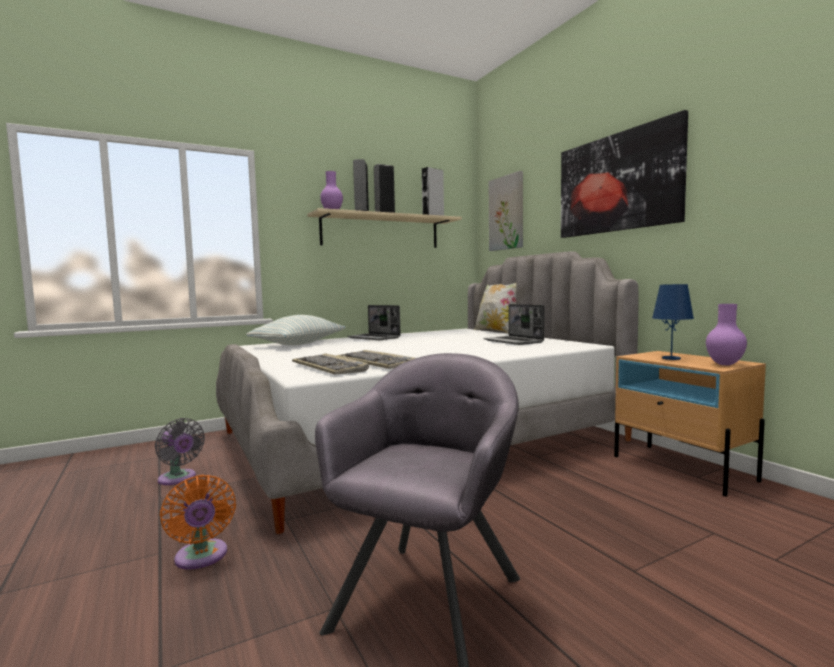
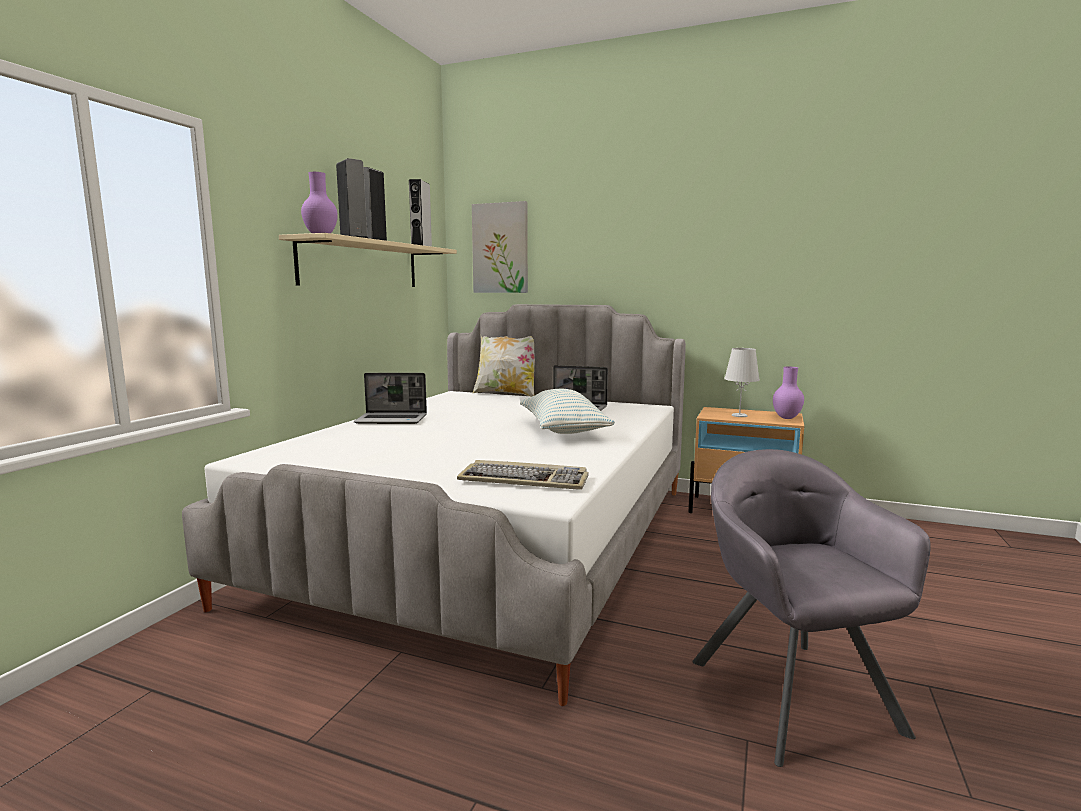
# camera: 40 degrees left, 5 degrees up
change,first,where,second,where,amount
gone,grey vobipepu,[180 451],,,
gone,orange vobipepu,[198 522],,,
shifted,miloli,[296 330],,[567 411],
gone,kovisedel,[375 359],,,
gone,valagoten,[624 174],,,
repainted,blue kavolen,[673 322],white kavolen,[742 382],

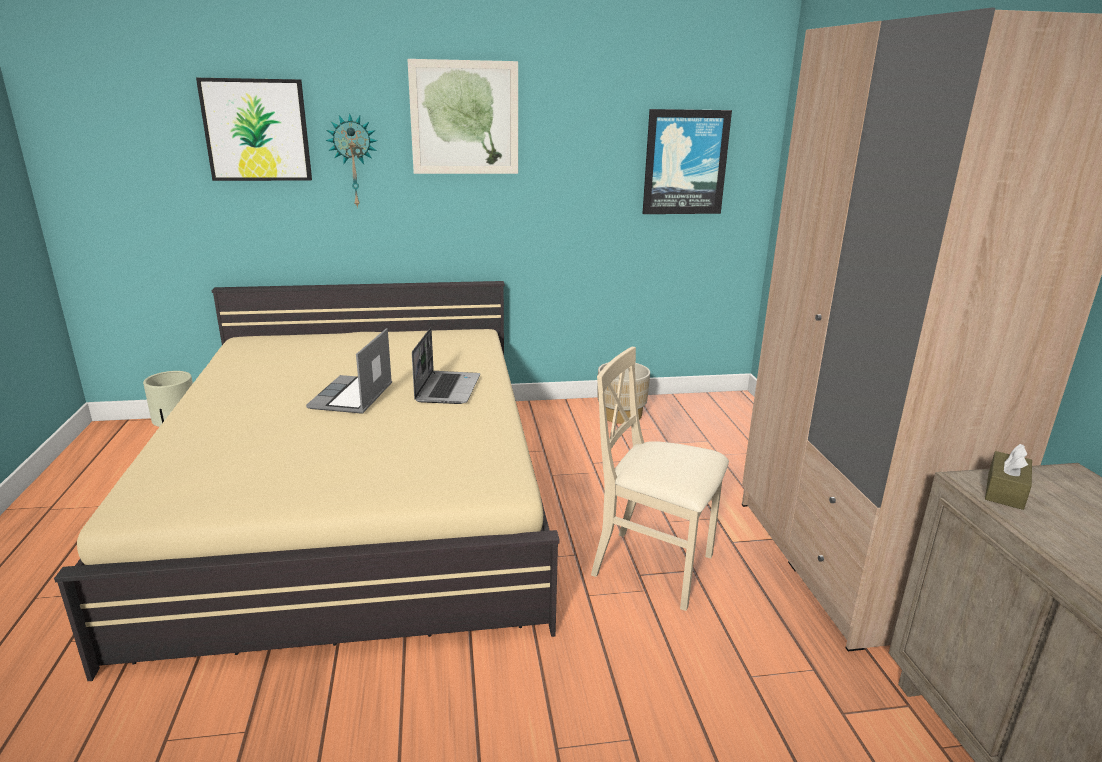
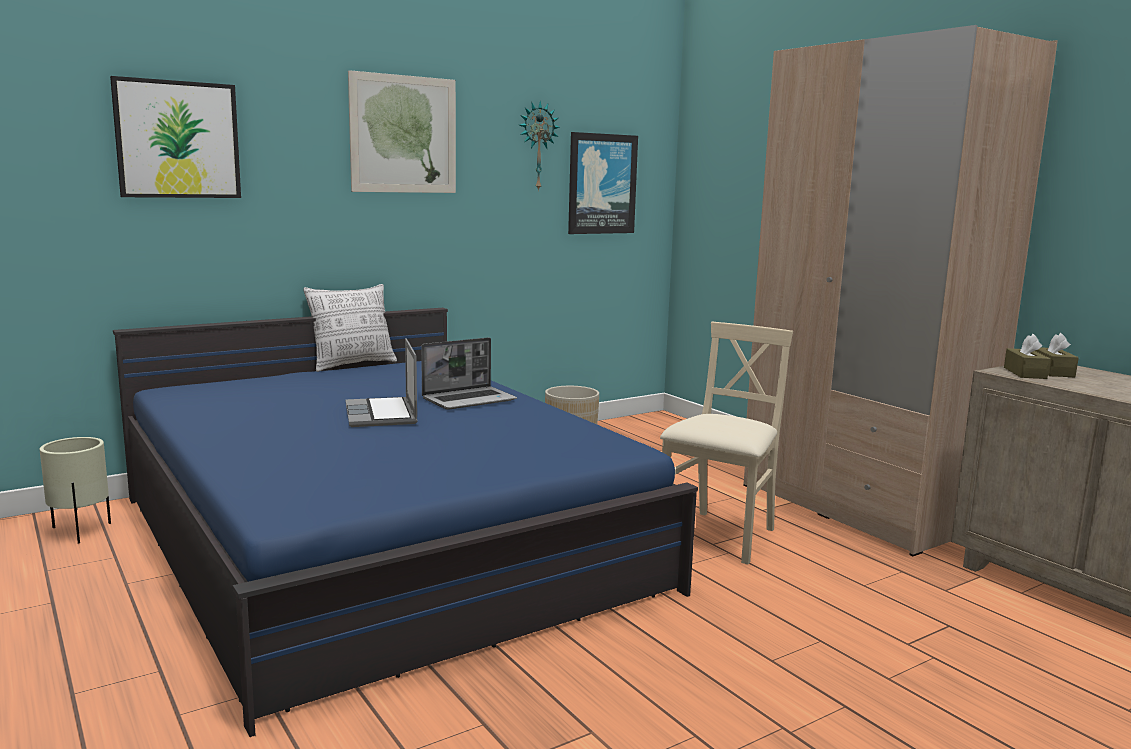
# camera: 25 degrees left, 10 degrees down
change,first,where,second,where,amount
repainted,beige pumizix,[307 481],blue pumizix,[405 522],
shifted,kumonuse,[351 160],,[540 145],
rotated,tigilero,[446 365],,[469 373],75 degrees clockwise
rotated,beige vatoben,[660 479],,[726 443],120 degrees clockwise
new,,,miloli,[350 328],
new,,,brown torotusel,[1057 355],

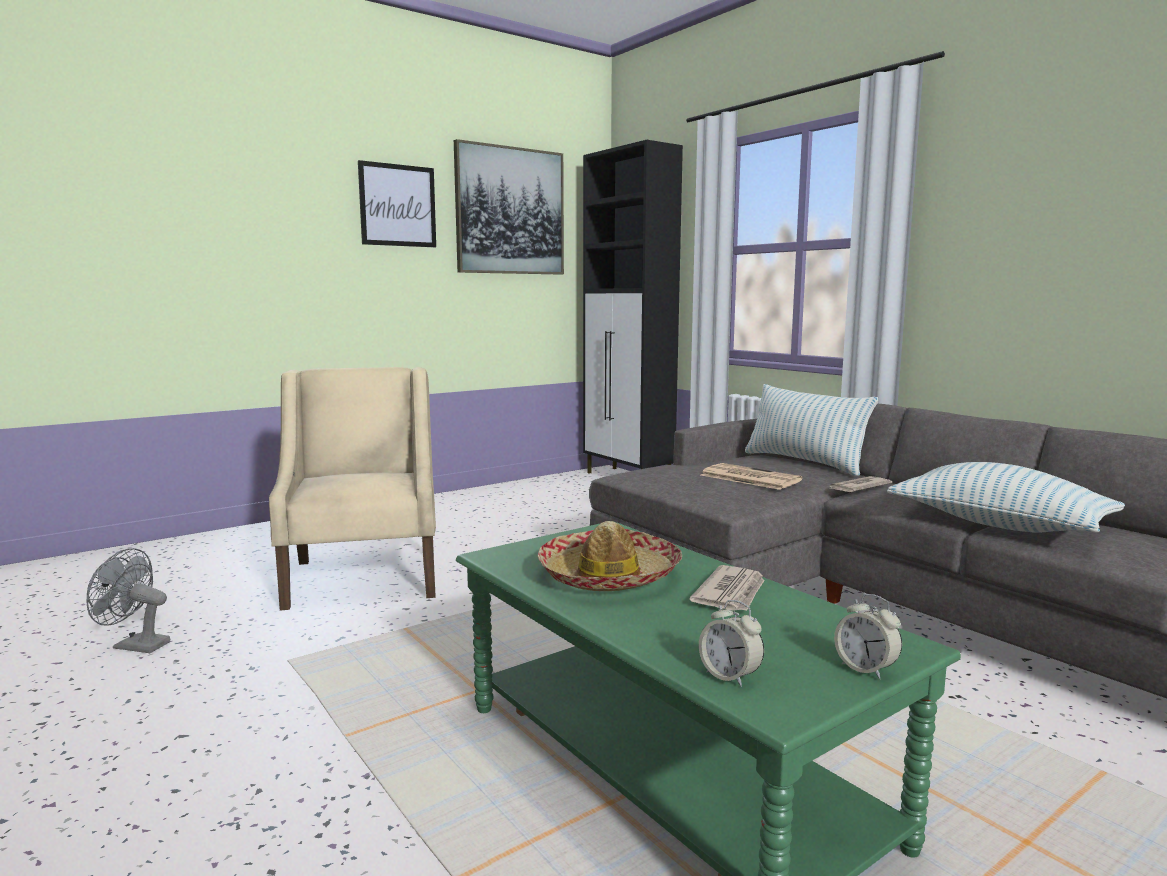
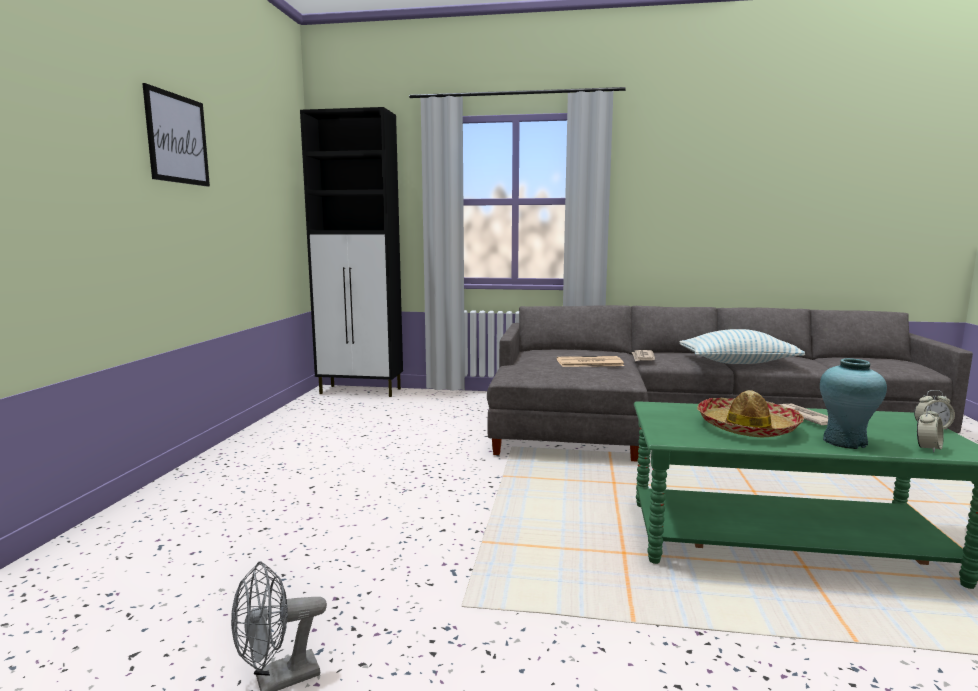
# camera: 45 degrees left, 0 degrees up
change,first,where,second,where,amount
gone,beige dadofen,[352 489],,,
gone,valagoten,[509 207],,,
rotated,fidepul,[731 643],,[930 429],45 degrees counterclockwise
gone,miloli,[811 430],,,
new,,,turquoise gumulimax,[853 403],

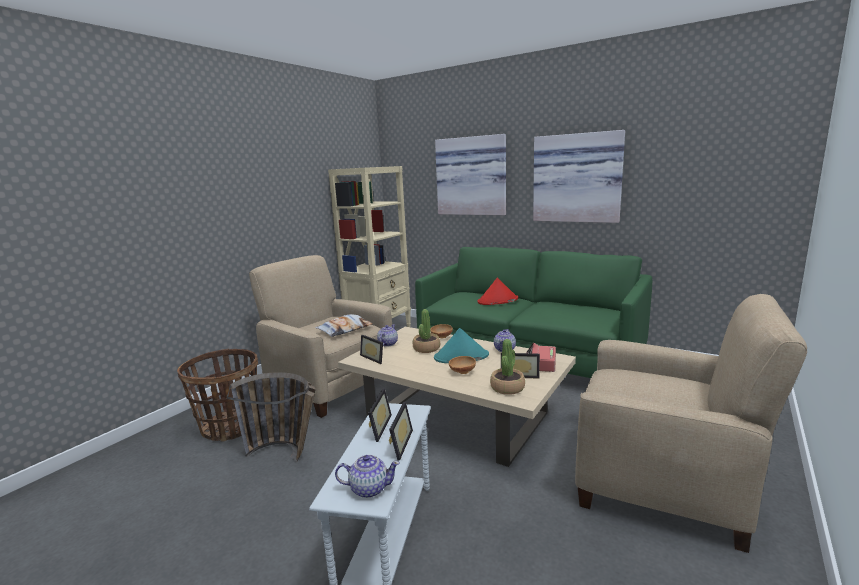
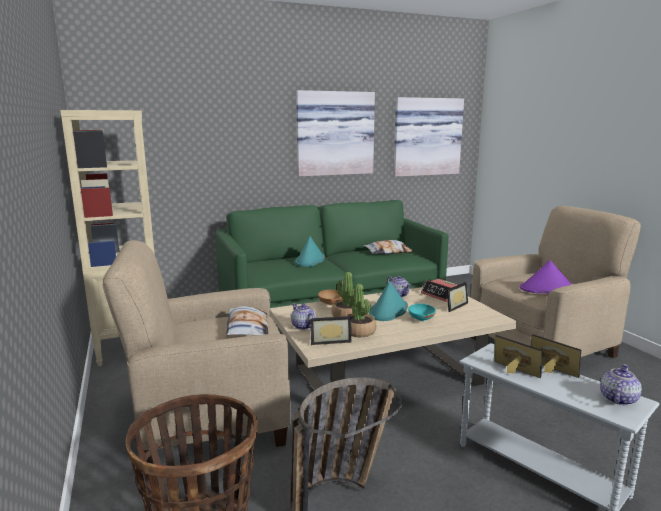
# camera: 55 degrees left, 0 degrees up
change,first,where,second,where,amount
shifted,valagoten,[470 174],,[428 137],
repainted,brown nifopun,[462 365],turquoise nifopun,[422 312],
repainted,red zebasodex,[497 291],turquoise zebasodex,[310 251],
shifted,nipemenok,[507 367],,[361 310],
new,,,miloli,[388 247],
new,,,purple zebasodex,[546 277],

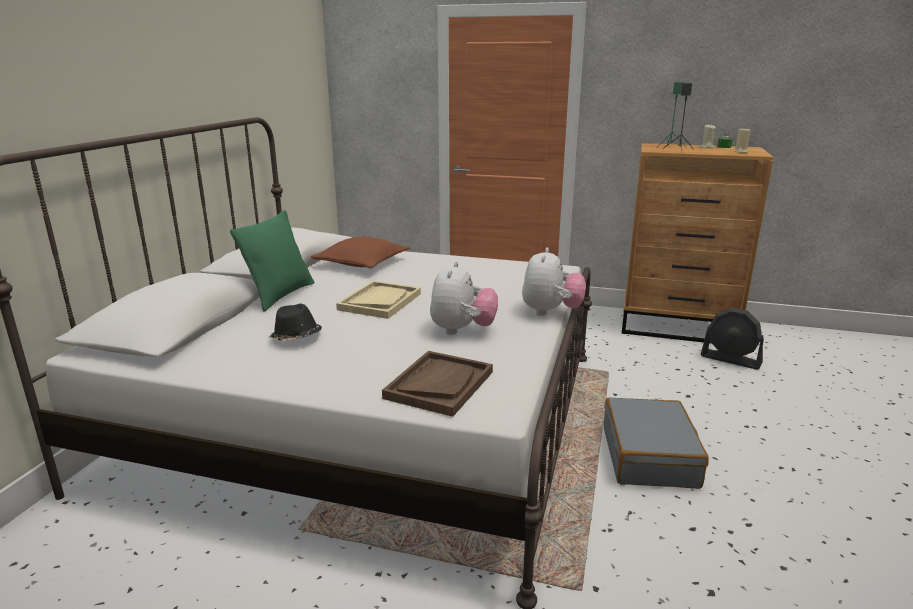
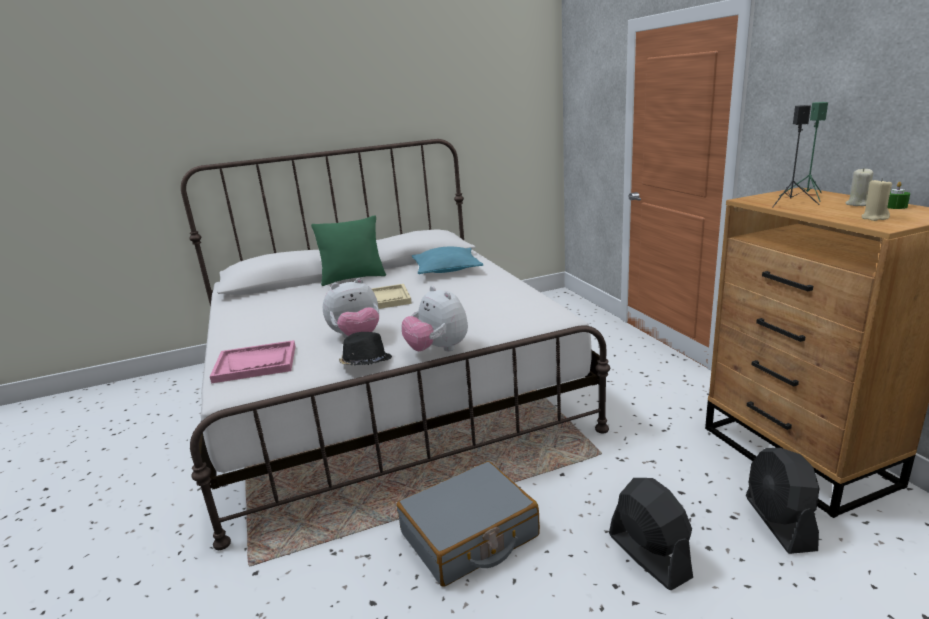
# camera: 55 degrees right, 0 degrees up
change,first,where,second,where,amount
shifted,black zebasodex,[295 322],,[365 348],
repainted,brown miloli,[360 253],turquoise miloli,[447 260],
repainted,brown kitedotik,[437 384],pink kitedotik,[253 361],
rotated,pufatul,[554 281],,[434 318],75 degrees clockwise
new,,,black vobipepu,[651 534],

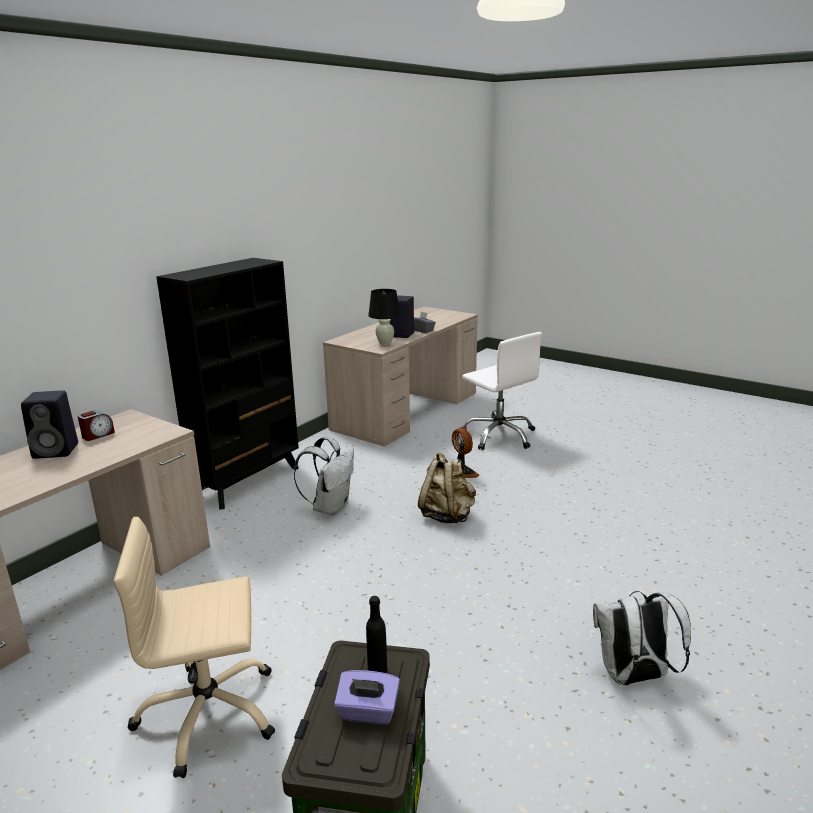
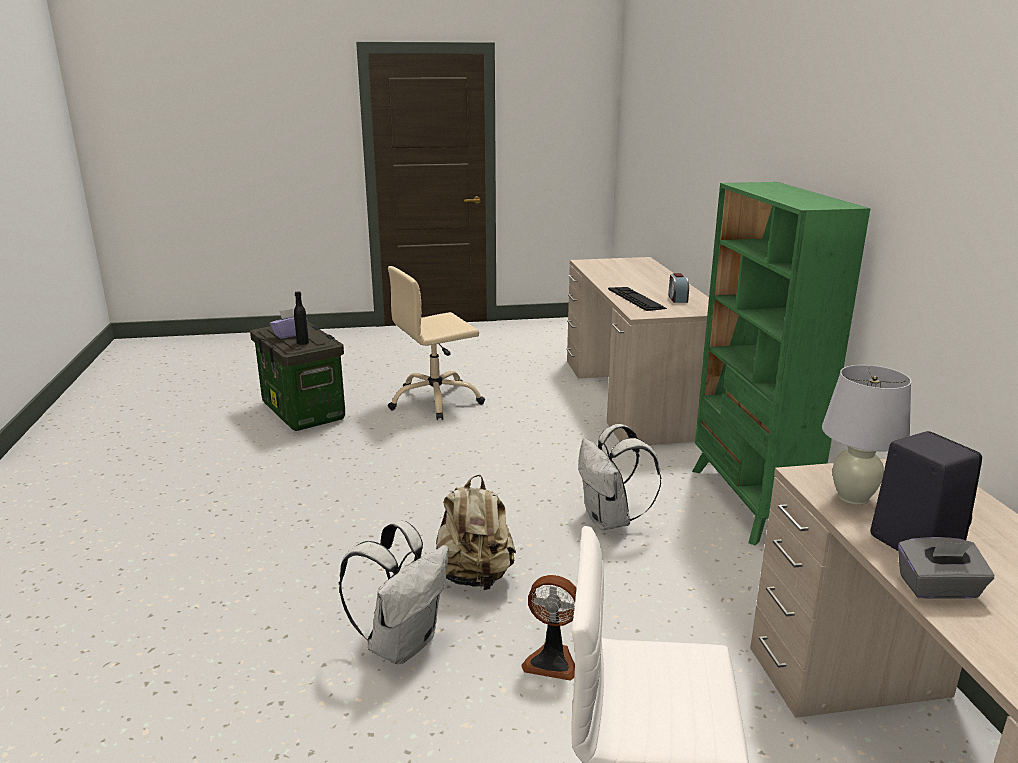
# camera: 135 degrees right, 0 degrees up
change,first,where,second,where,amount
gone,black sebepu,[49 424],,,
rotated,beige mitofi,[194 647],,[436 343],150 degrees counterclockwise
repainted,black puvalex,[227 383],green puvalex,[781 363],
repainted,black kavolen,[384 317],white kavolen,[867 435],
shifted,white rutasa,[642 638],,[394 592],
new,,,kovisedel,[637 299],

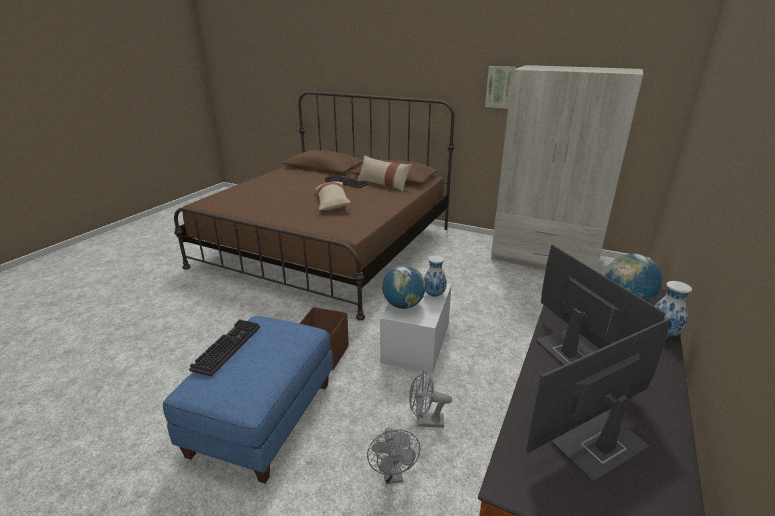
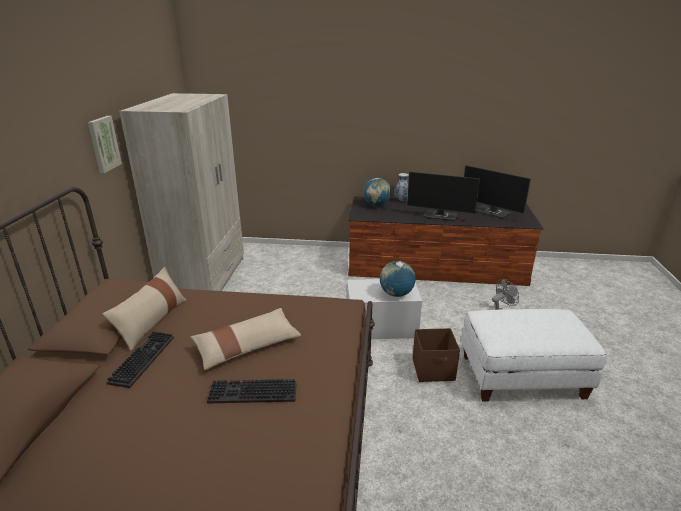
# camera: 110 degrees left, 0 degrees up
change,first,where,second,where,amount
repainted,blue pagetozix,[248 399],white pagetozix,[534 355],
shifted,kovisedel,[224 348],,[252 391],
gone,grey vobipepu,[430 399],,,
gone,gumulimax,[435 276],,,
rotated,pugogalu,[600 305],,[443 196],120 degrees counterclockwise

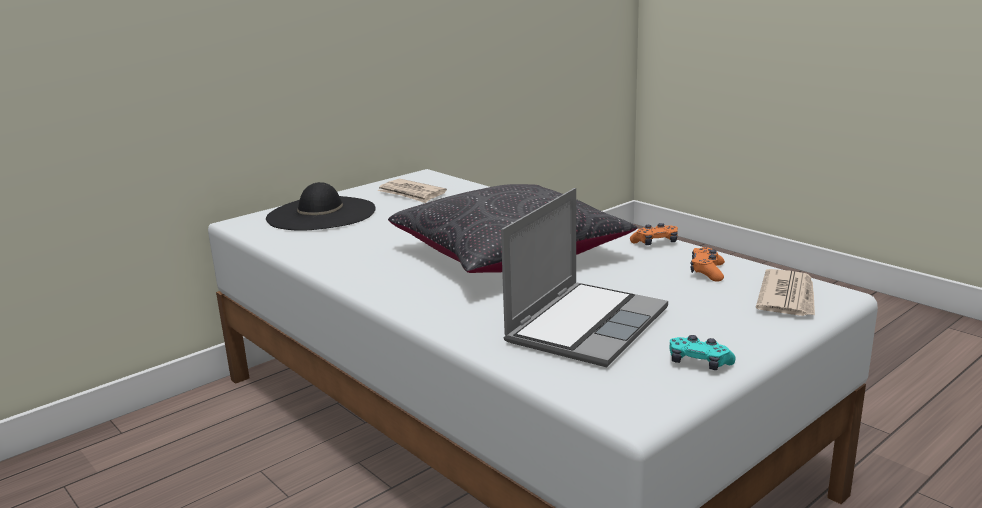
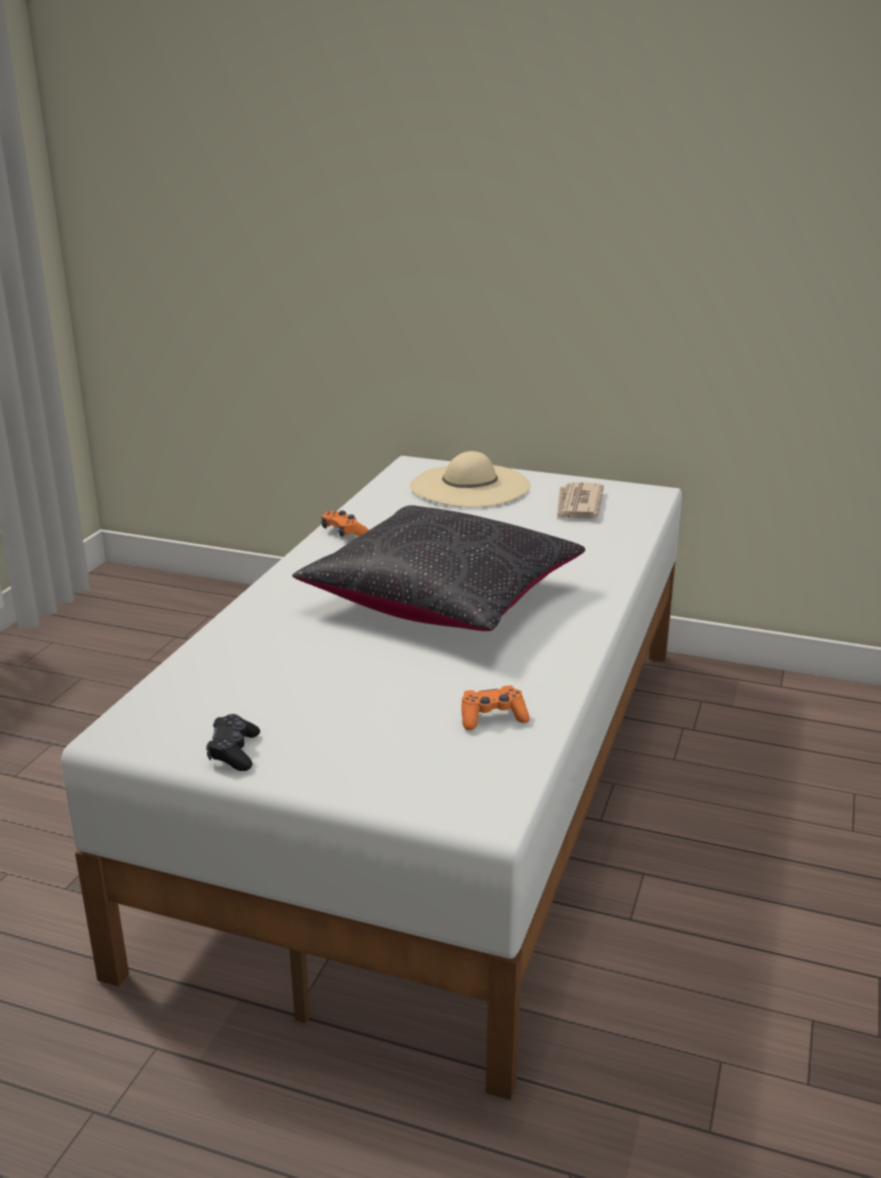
# camera: 60 degrees right, 5 degrees up
change,first,where,second,where,amount
repainted,black zebasodex,[321 206],beige zebasodex,[470 479],
gone,tigilero,[584 278],,,
shifted,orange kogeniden,[654 234],,[345 523],
repainted,turquoise kogeniden,[702 352],black kogeniden,[233 742],
gone,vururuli,[785 292],,,

